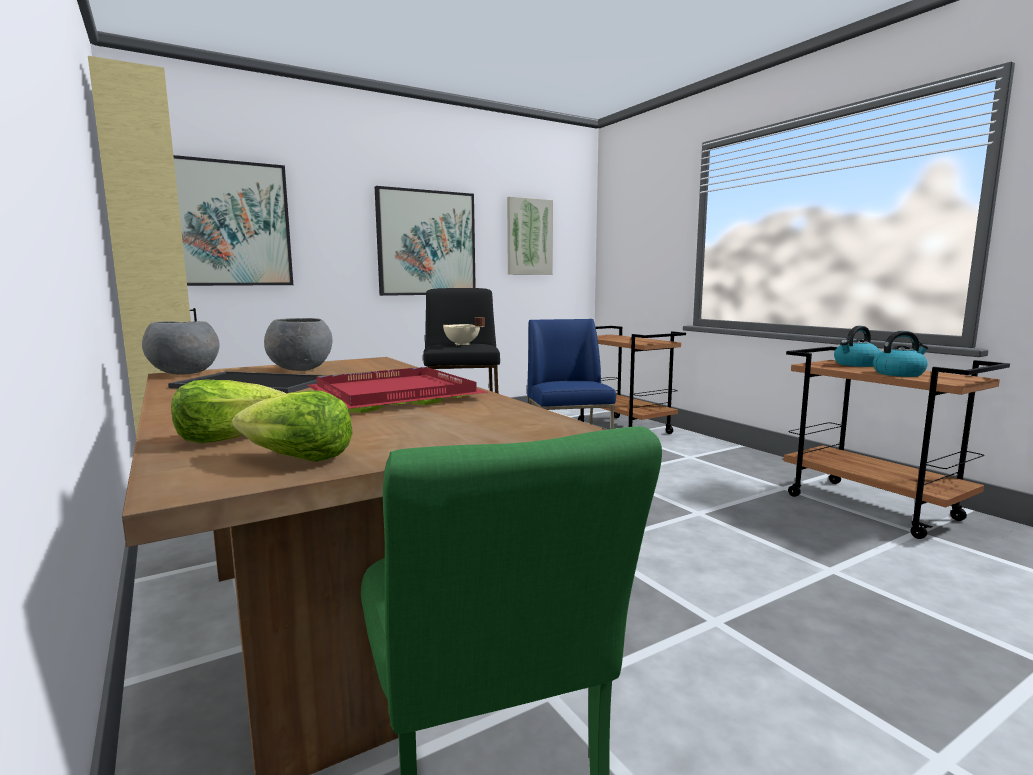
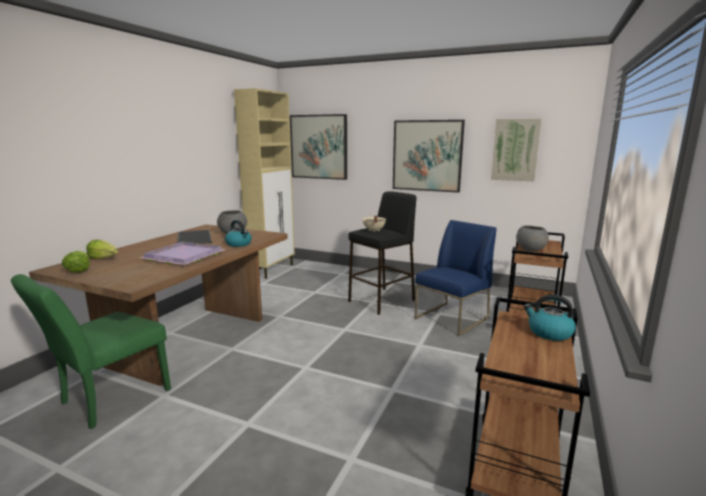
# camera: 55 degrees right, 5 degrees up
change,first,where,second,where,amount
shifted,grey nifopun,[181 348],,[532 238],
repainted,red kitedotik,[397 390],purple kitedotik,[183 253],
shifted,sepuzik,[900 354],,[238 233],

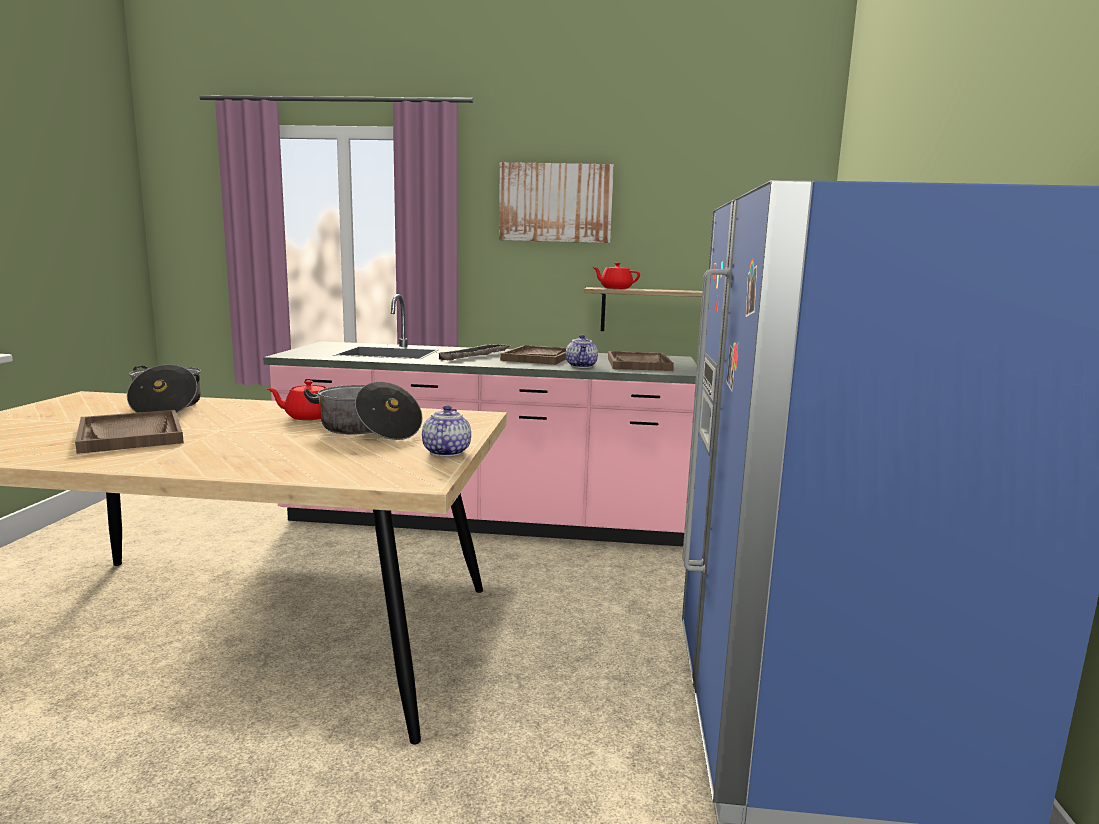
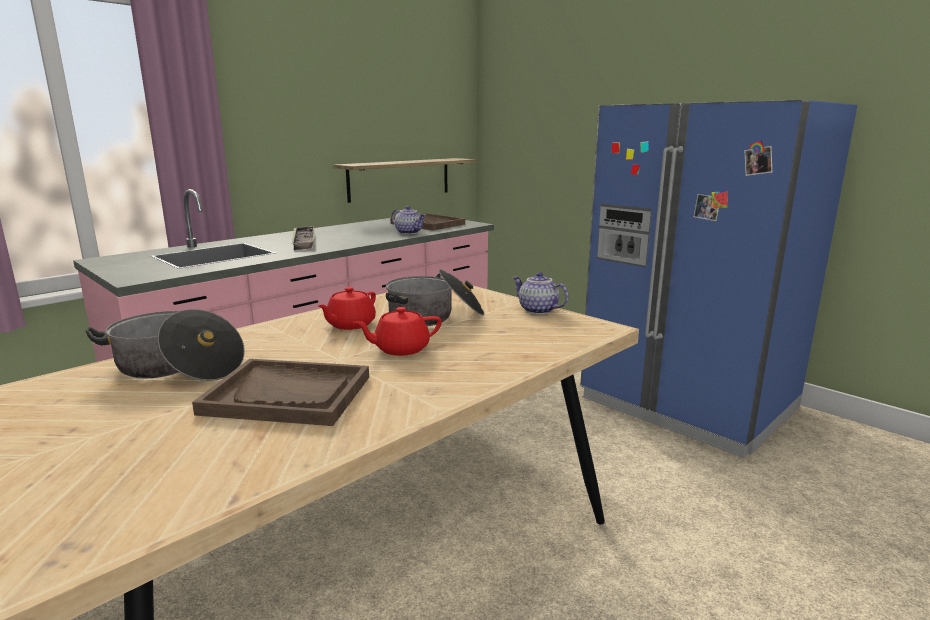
# camera: 50 degrees left, 5 degrees up
change,first,where,second,where,amount
gone,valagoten,[556 202],,,
gone,brown kitedotik,[533 355],,,
shifted,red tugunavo,[616 276],,[397 331],

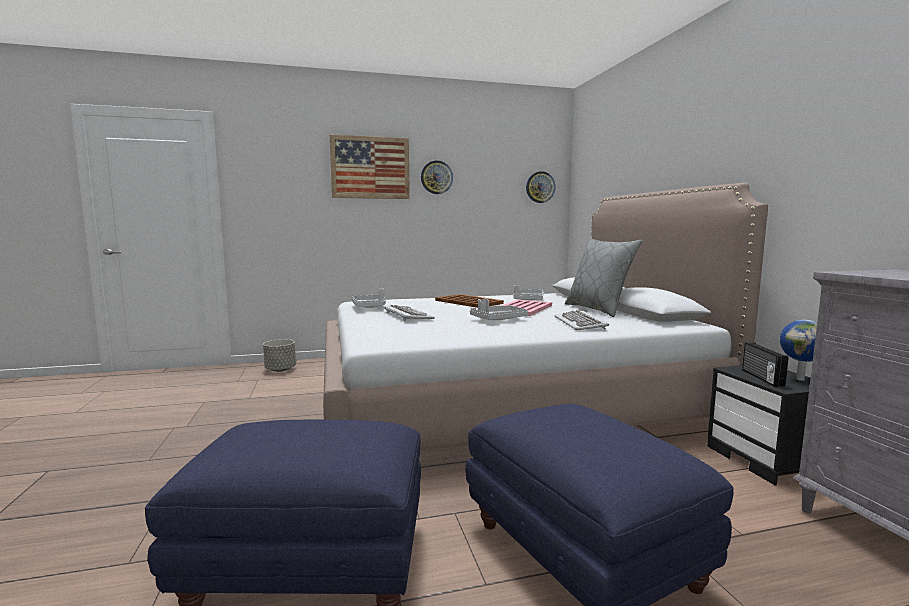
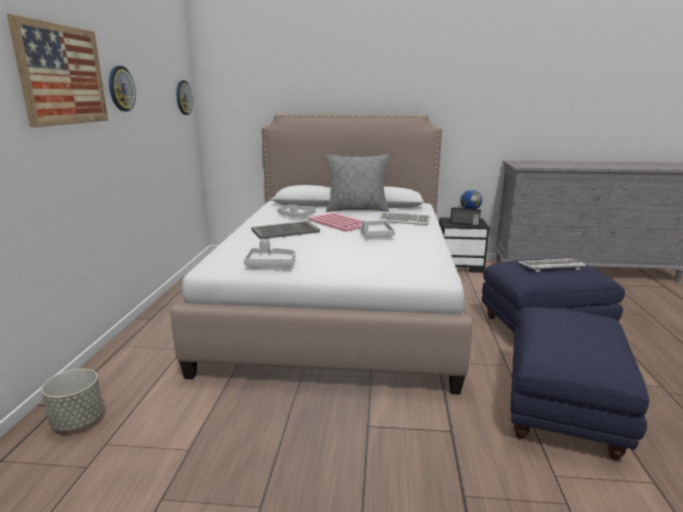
# camera: 70 degrees left, 10 degrees up
change,first,where,second,where,amount
shifted,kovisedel,[409 313],,[552 265],
repainted,brown kitedotik,[469 301],grey kitedotik,[285 230],

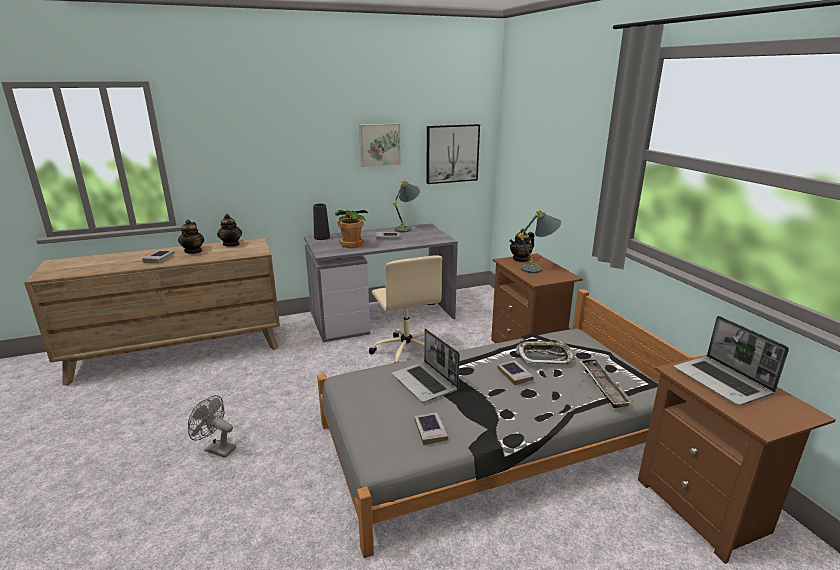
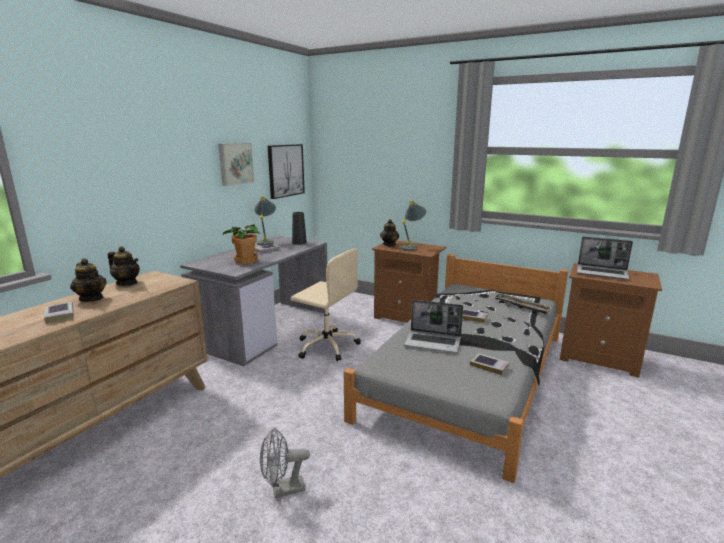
# camera: 40 degrees left, 5 degrees down
change,first,where,second,where,amount
shifted,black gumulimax,[321 222],,[299 228],
gone,kitedotik,[545 353],,,

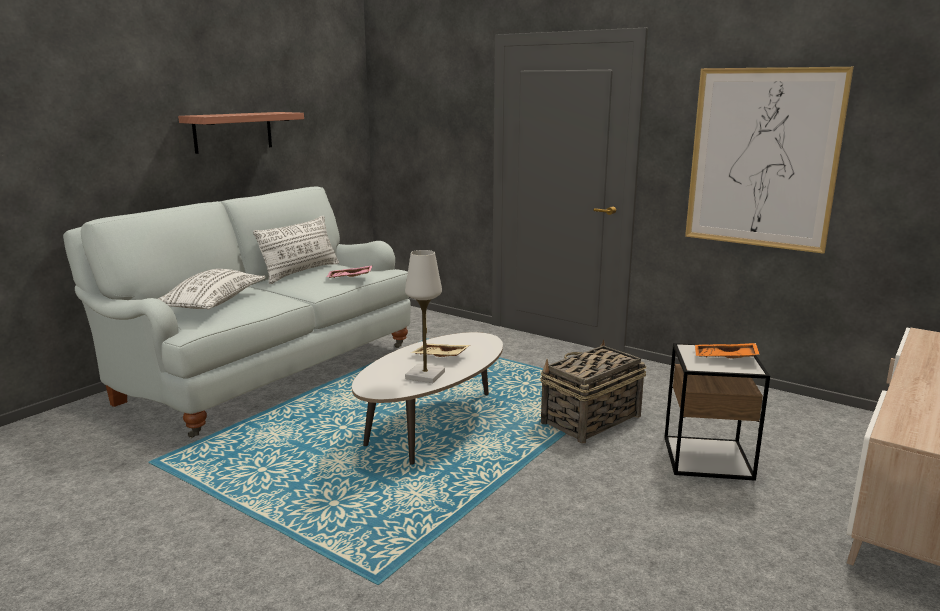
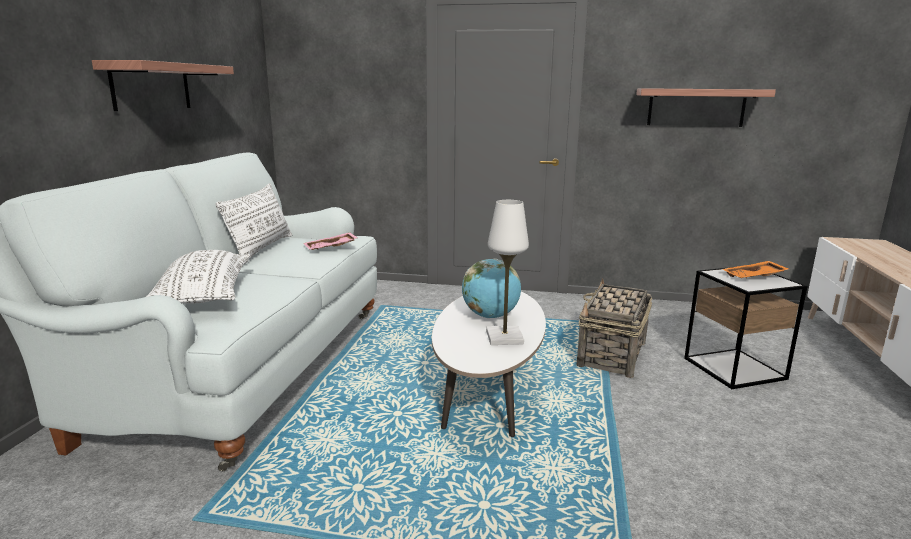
# camera: 25 degrees left, 0 degrees up
change,first,where,second,where,amount
swapped,beige kitedotik,[440 350],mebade,[491 288],
swapped,valagoten,[769 160],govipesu,[706 107],

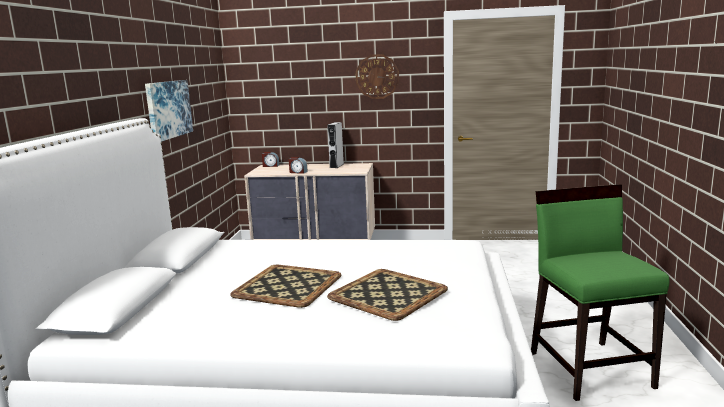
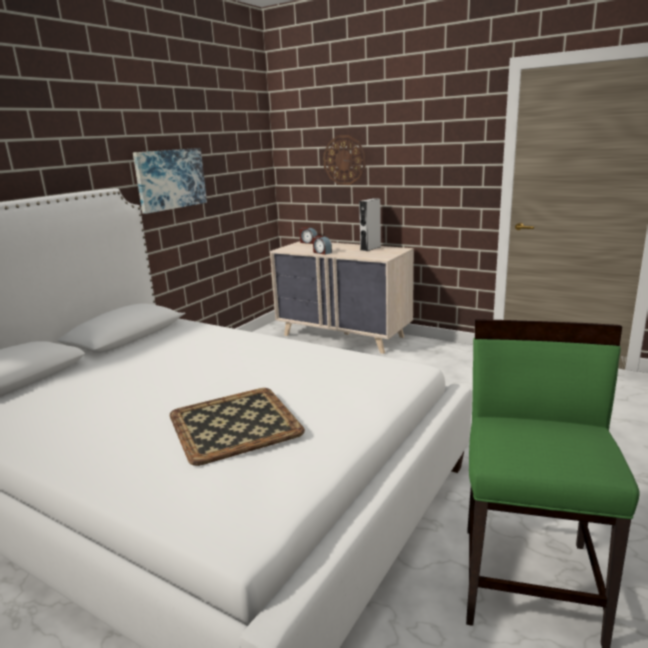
# camera: 25 degrees right, 5 degrees up
change,first,where,second,where,amount
gone,kitedotik,[285 286],,,
shifted,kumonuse,[377 76],,[344 160],

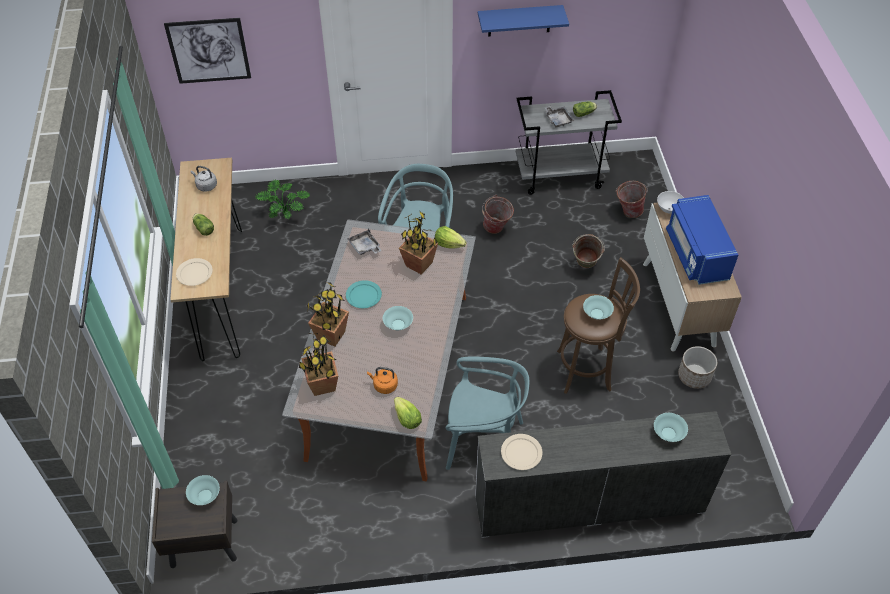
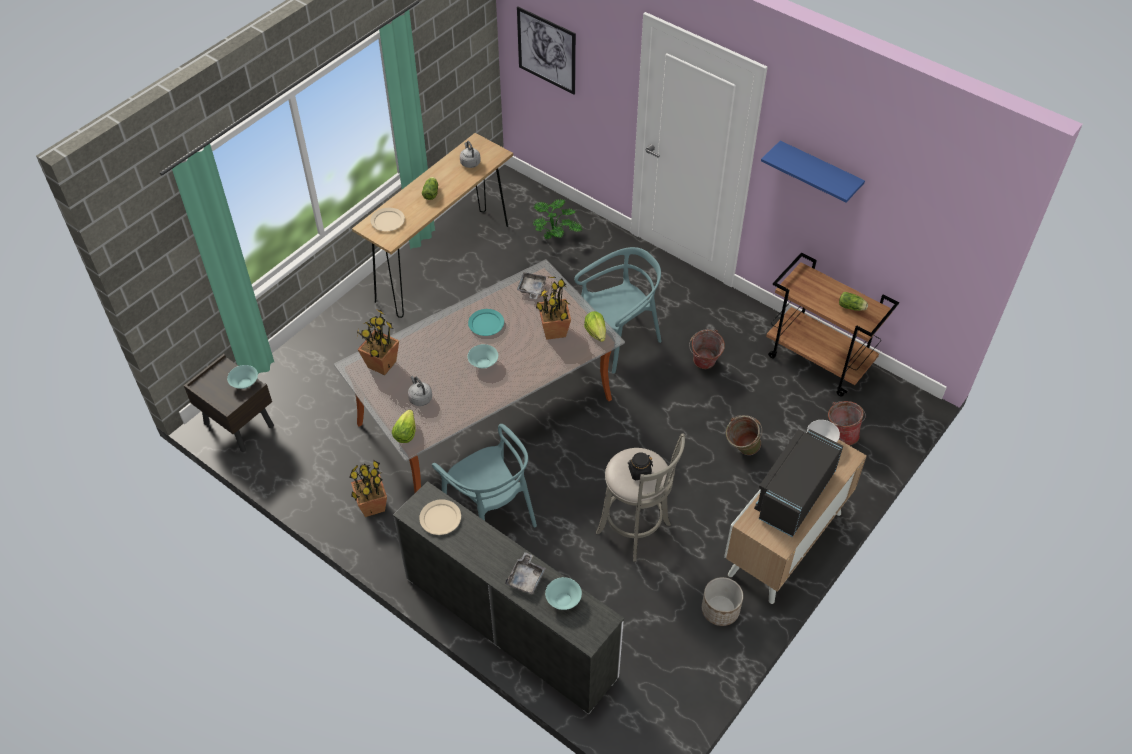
# camera: 45 degrees right, 0 degrees up
change,first,where,second,where,amount
shifted,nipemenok,[328 314],,[368 488],
repainted,orange sepuzik,[382 380],grey sepuzik,[420 391],
repainted,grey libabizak,[569 142],brown libabizak,[832 324],
shifted,grey kitedotik,[559 117],,[525 573],
repainted,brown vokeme,[598 325],grey vokeme,[640 497],
swapped,turquoise nifopun,[598 307],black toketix,[640 466],
repainted,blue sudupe,[702 240],black sudupe,[798 483],

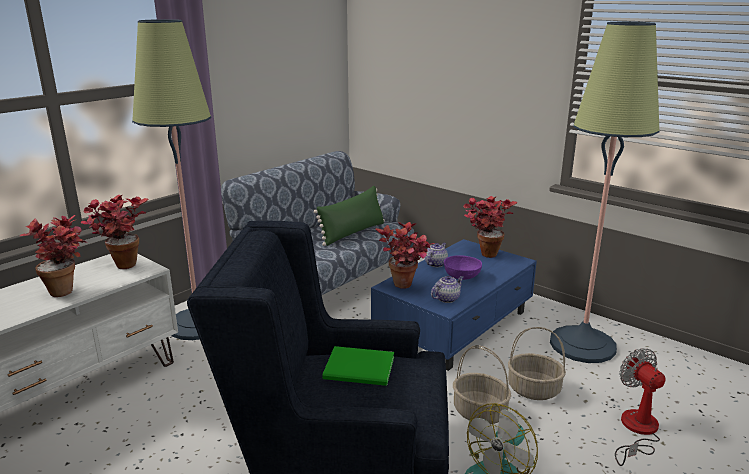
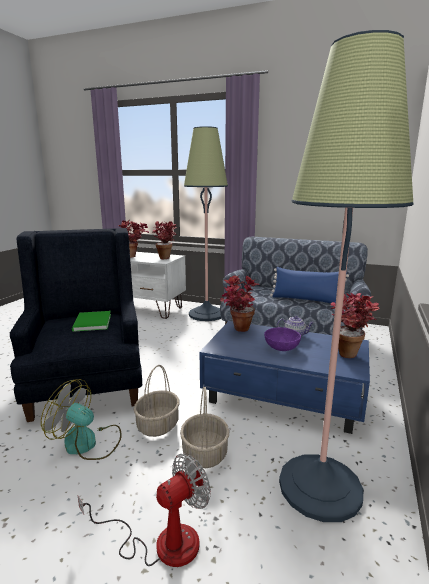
# camera: 70 degrees right, 5 degrees down
change,first,where,second,where,amount
repainted,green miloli,[349 216],blue miloli,[309 285],
gone,tugunavo,[447 289],,,

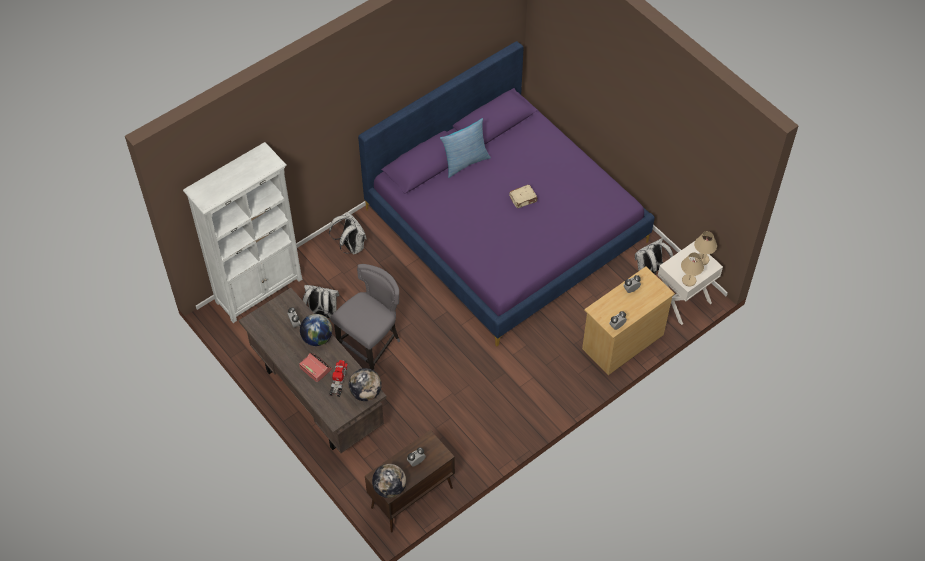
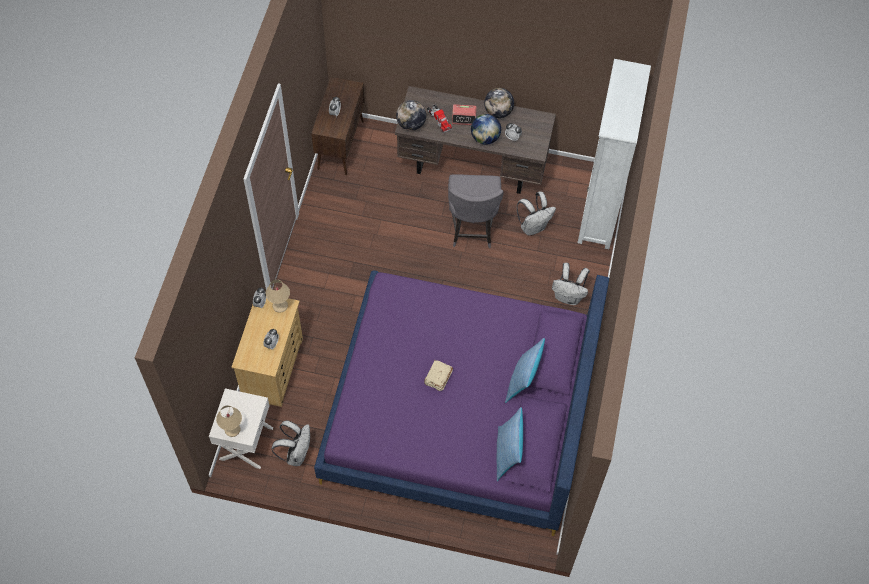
# camera: 140 degrees right, 5 degrees up
change,first,where,second,where,amount
shifted,mebade,[389 481],,[499 103],
shifted,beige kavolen,[692 269],,[278 296],
new,,,miloli,[509 444],

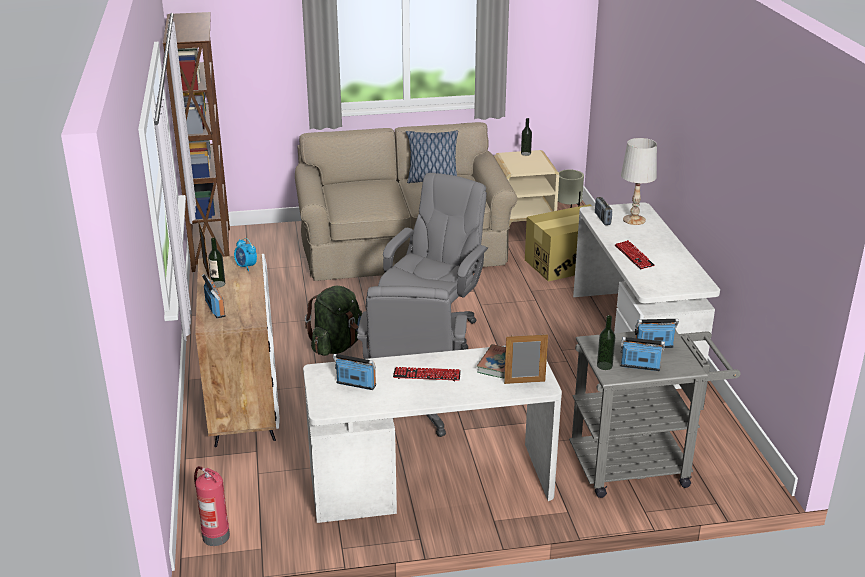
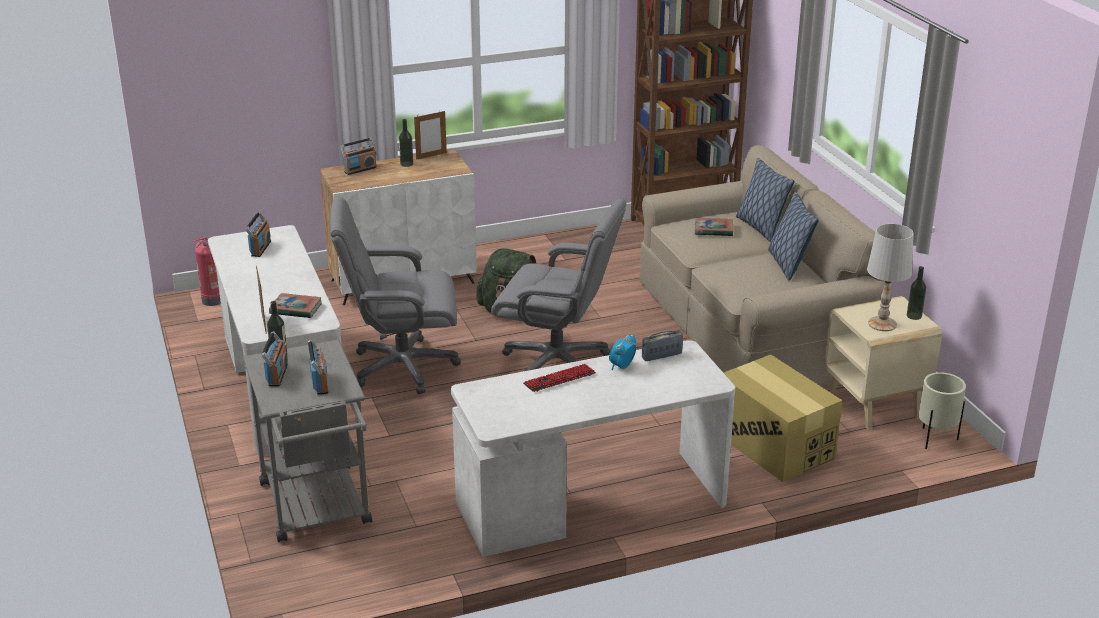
# camera: 80 degrees right, 0 degrees up
change,first,where,second,where,amount
shifted,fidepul,[245 254],,[622 352],
gone,kovisedel,[427 374],,,
shifted,white kavolen,[639 181],,[890 277],
new,,,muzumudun,[714 227],
new,,,miloli,[765 200],

